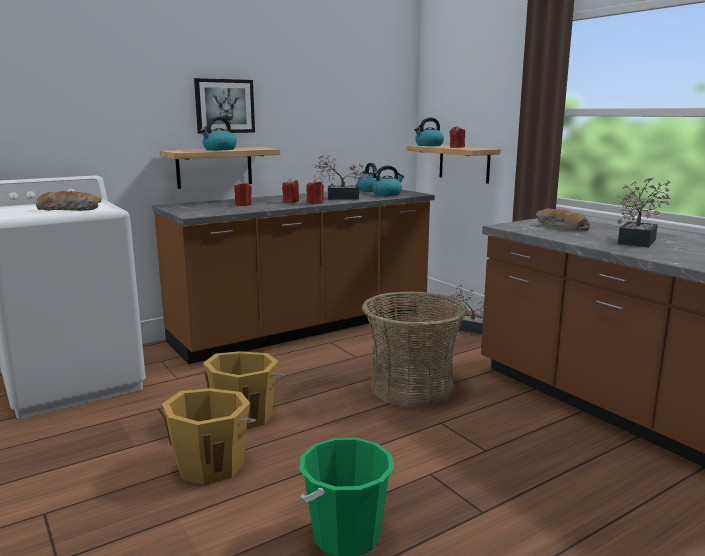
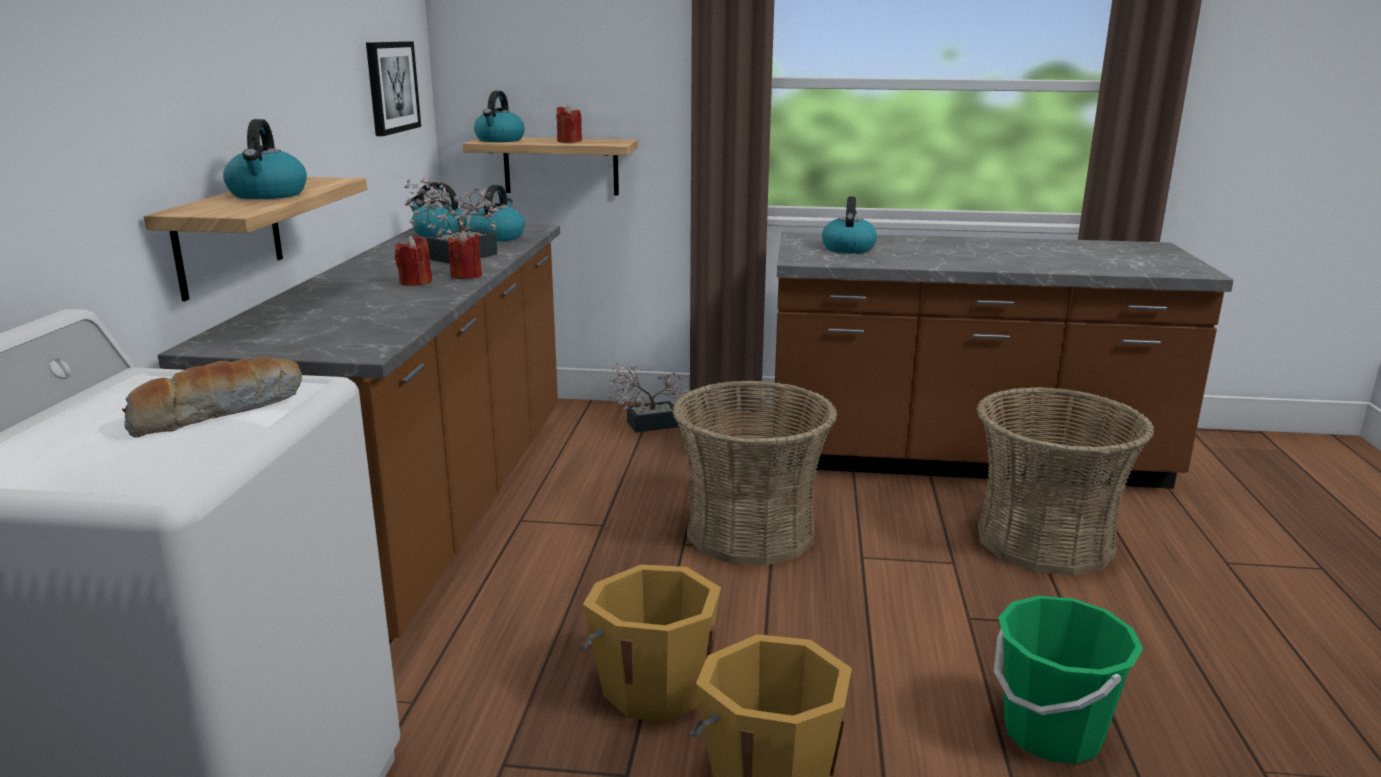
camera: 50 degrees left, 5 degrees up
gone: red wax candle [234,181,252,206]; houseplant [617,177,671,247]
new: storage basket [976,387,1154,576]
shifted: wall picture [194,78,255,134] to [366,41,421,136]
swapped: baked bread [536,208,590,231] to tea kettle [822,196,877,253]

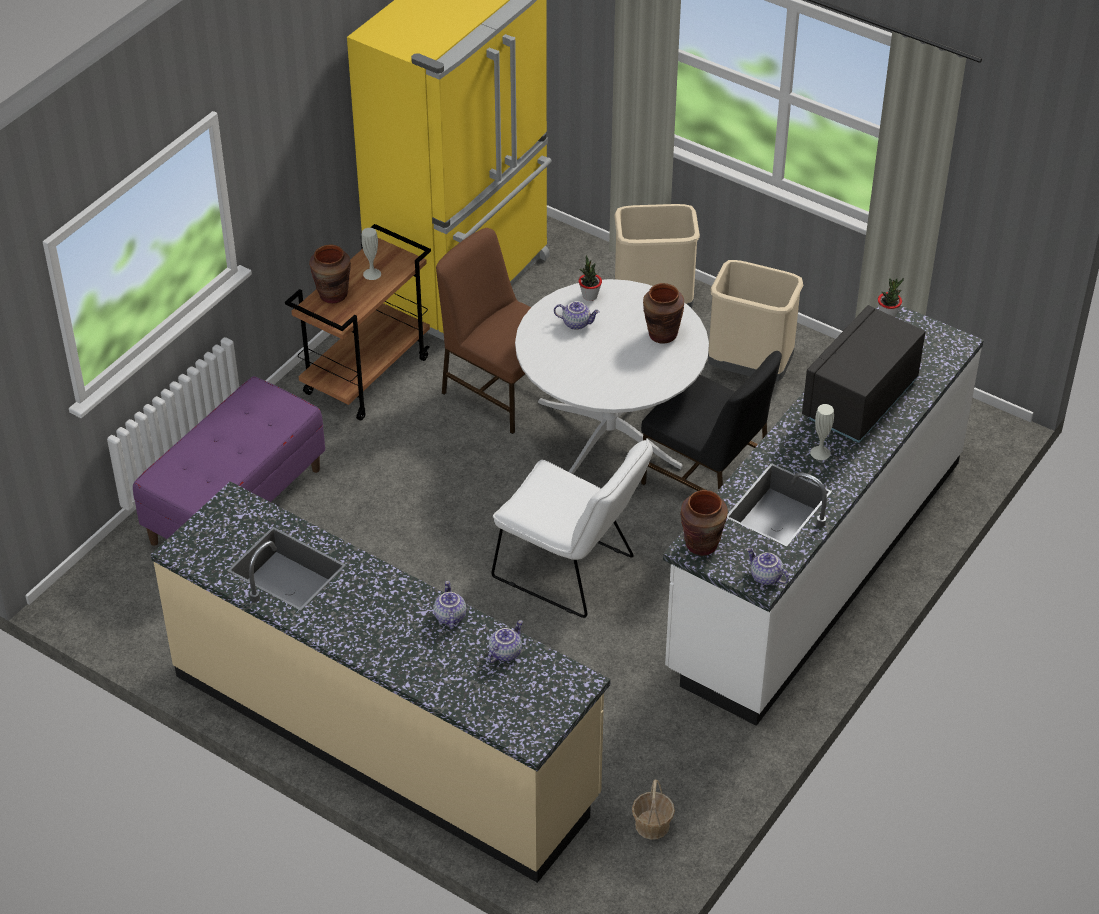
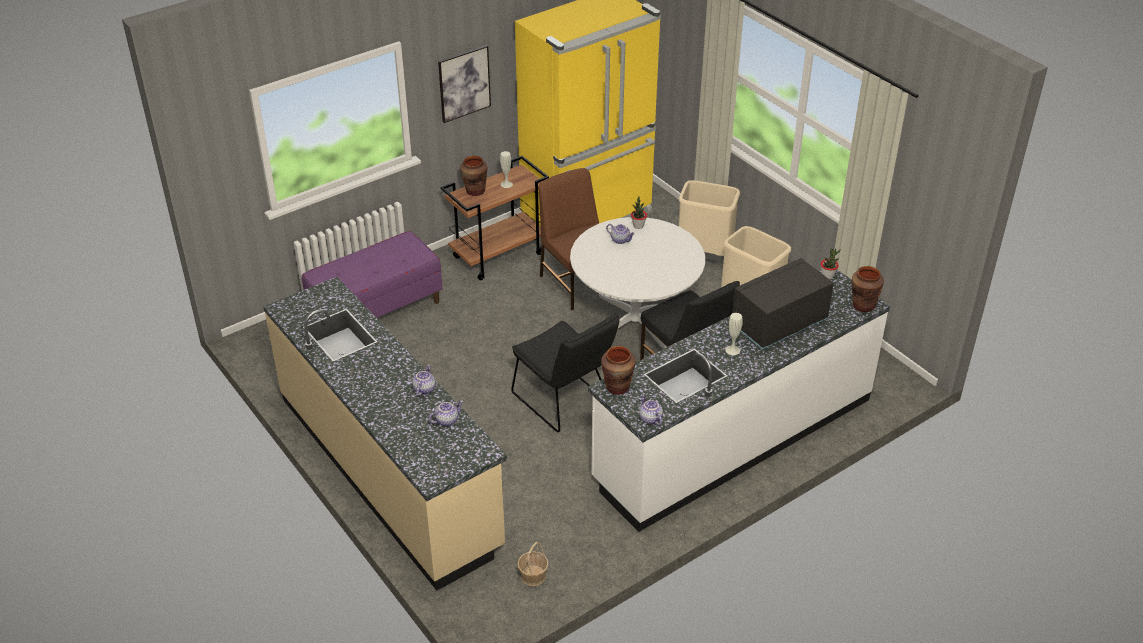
camera: 20 degrees right, 5 degrees down
new: wall picture [438,45,491,123]
shifted: brown flower vase [643,283,684,344] to [852,266,884,312]
repainted: white upright chair [491,438,653,618] to black-coloured upright chair [511,314,620,432]

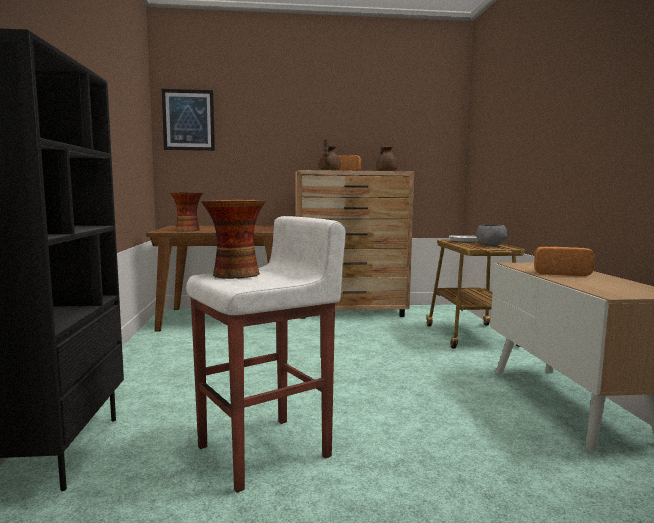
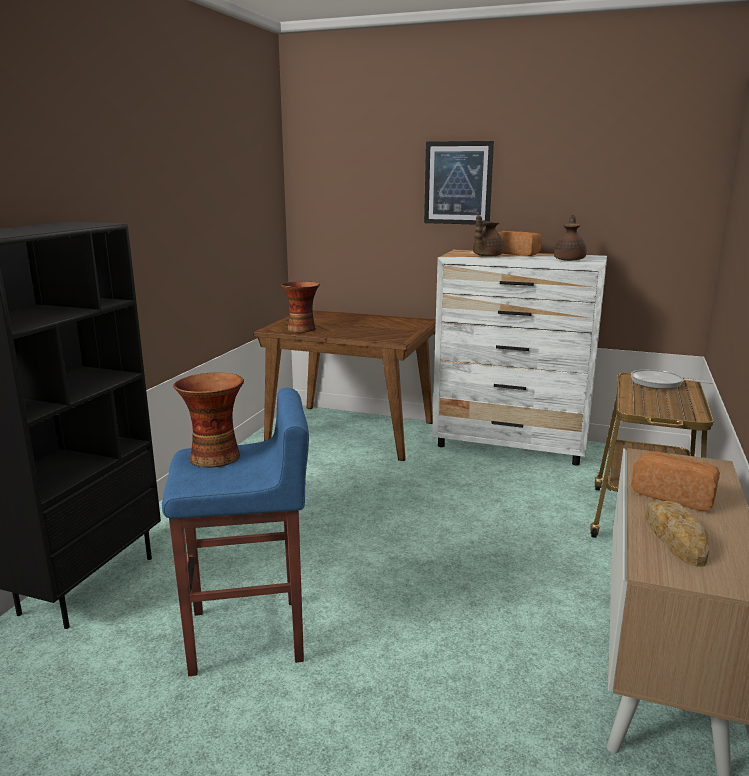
camera: 25 degrees right, 10 degrees up
gone: gray deep dish [476,224,507,246]
new: baked bread [646,501,709,567]
shifted: wall picture [162,89,215,151] to [424,141,494,225]
repainted: white stool seat [186,216,346,493] to blue stool seat [162,388,309,676]; brown dresser [296,170,414,319] to white dresser [432,250,607,466]

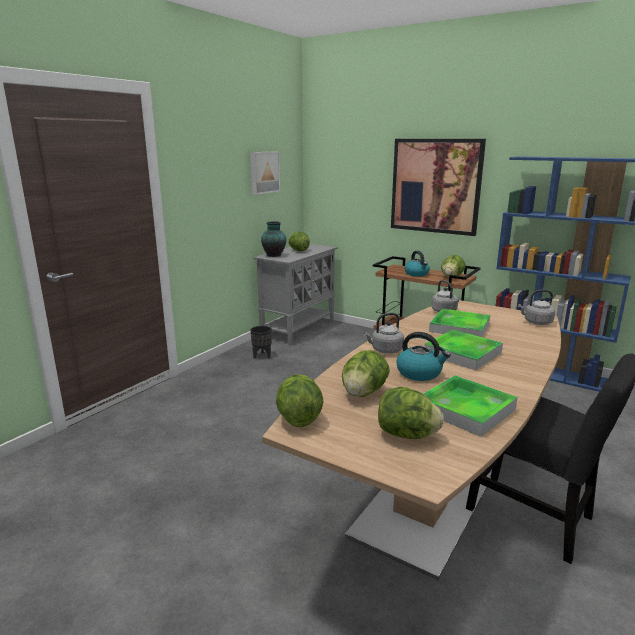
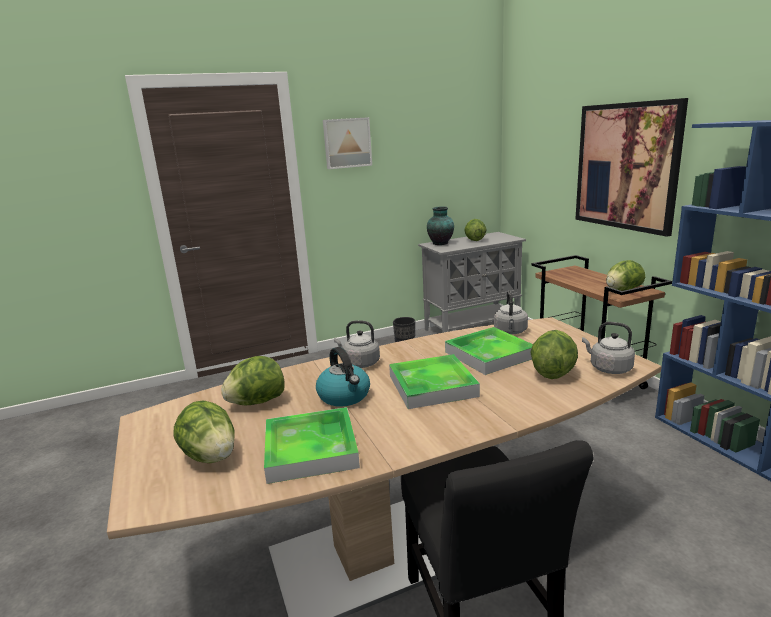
camera: 35 degrees right, 0 degrees up
gone: tea kettle [405,251,430,277]
shifted: wall picture [250,151,280,195] to [323,117,372,169]; head of lettuce [276,374,323,427] to [530,330,578,379]

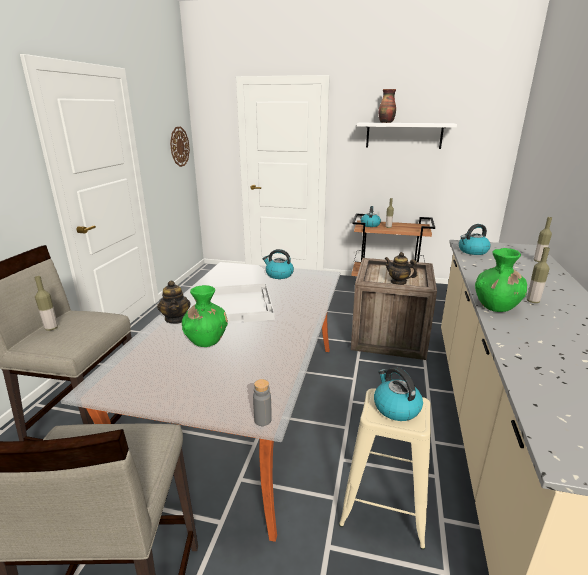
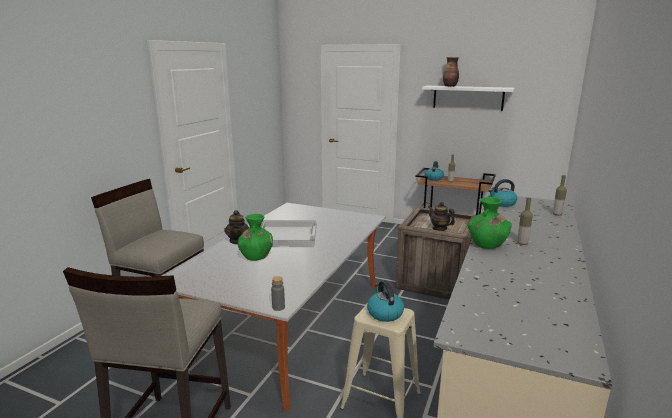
camera: 10 degrees right, 5 degrees down
gone: beverage bottle [34,276,58,331]; clock on the wall [170,127,190,167]; tea kettle [262,249,294,279]

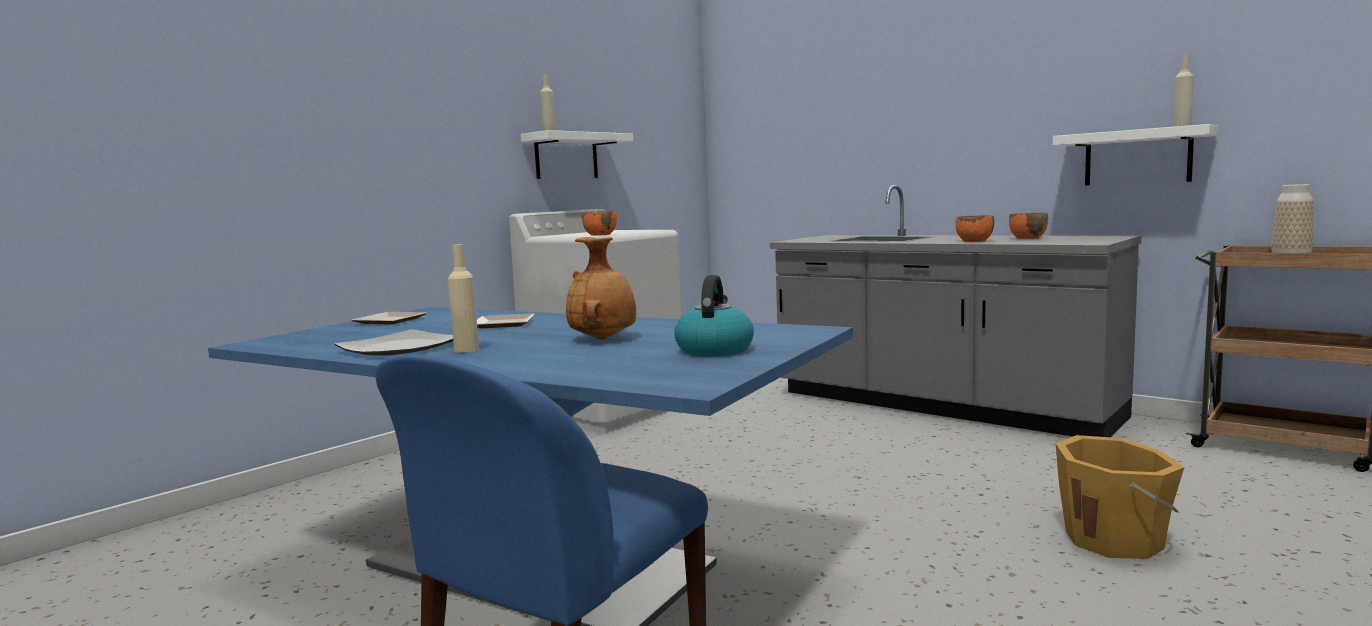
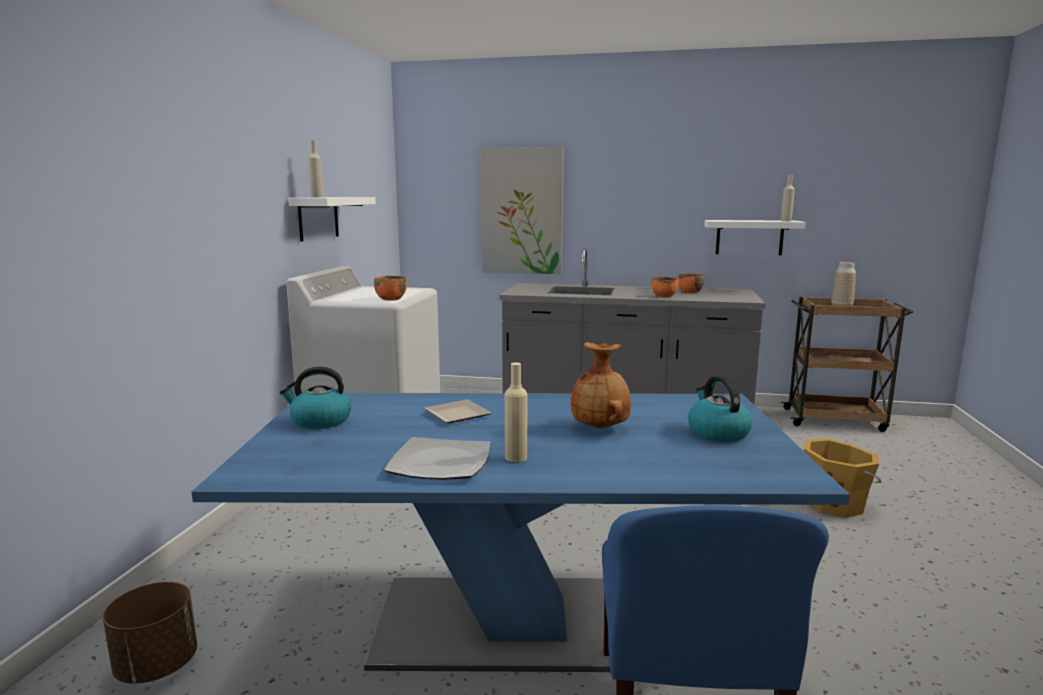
camera: 30 degrees left, 5 degrees up
new: brown flower pot [103,582,197,684]; wall picture [480,147,564,274]
swapped: flat dish [352,312,427,325] to tea kettle [279,367,351,429]

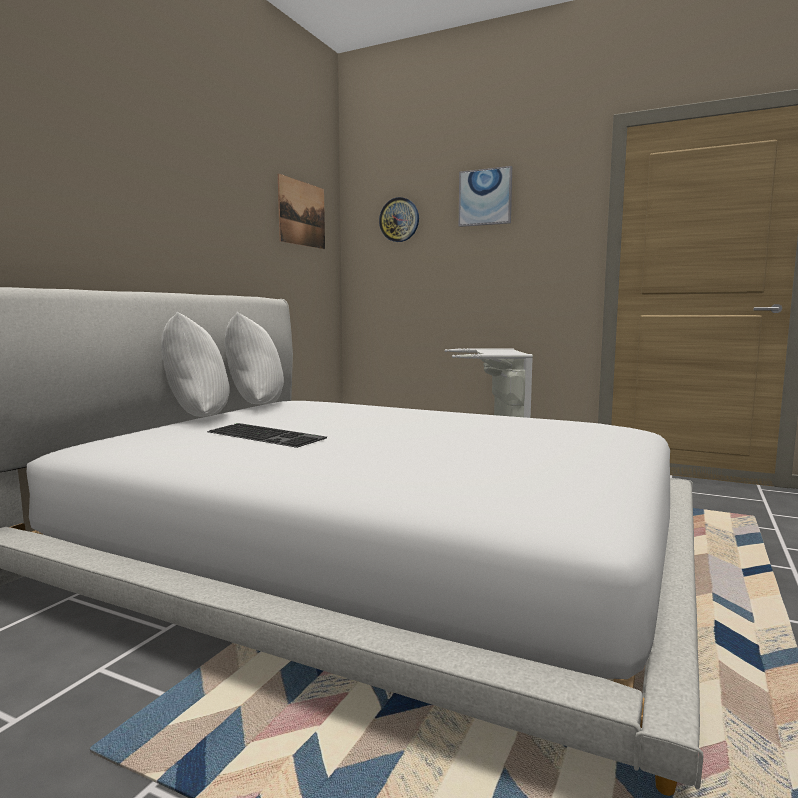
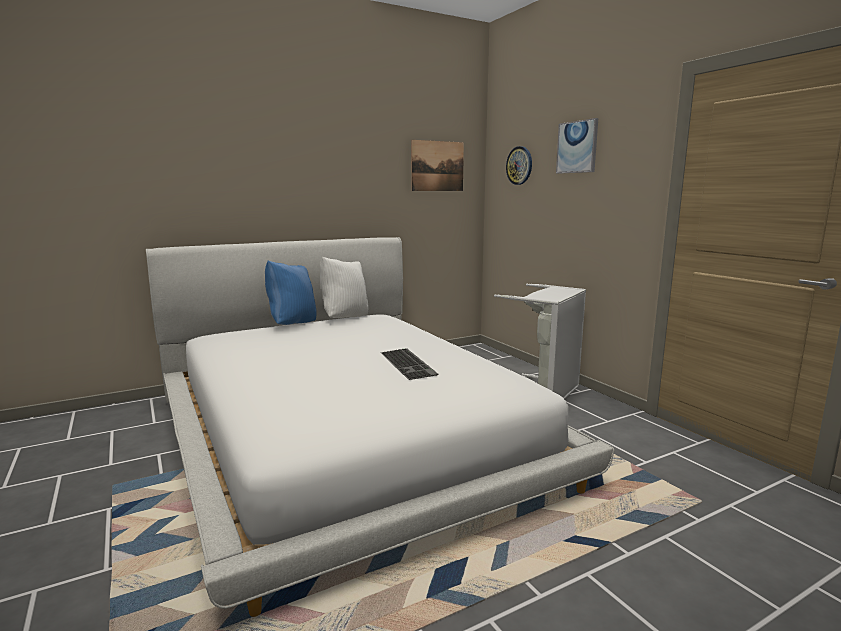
camera: 35 degrees right, 5 degrees up
shifted: keyboard [207,423,327,448] to [381,348,438,380]
repainted: white pillow [161,312,230,417] to blue pillow [265,261,316,325]

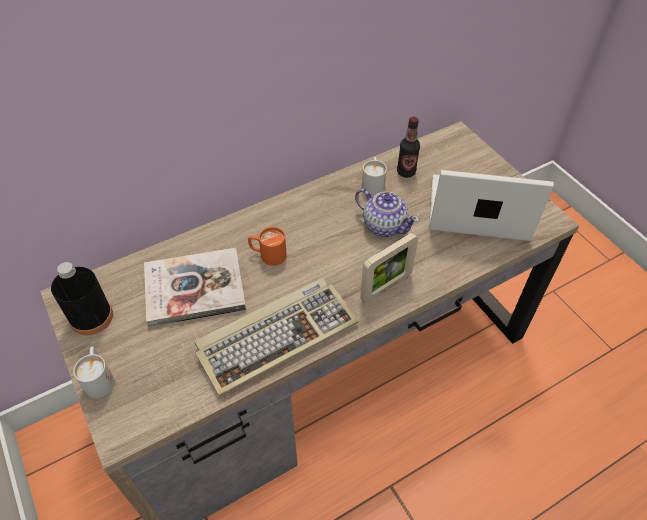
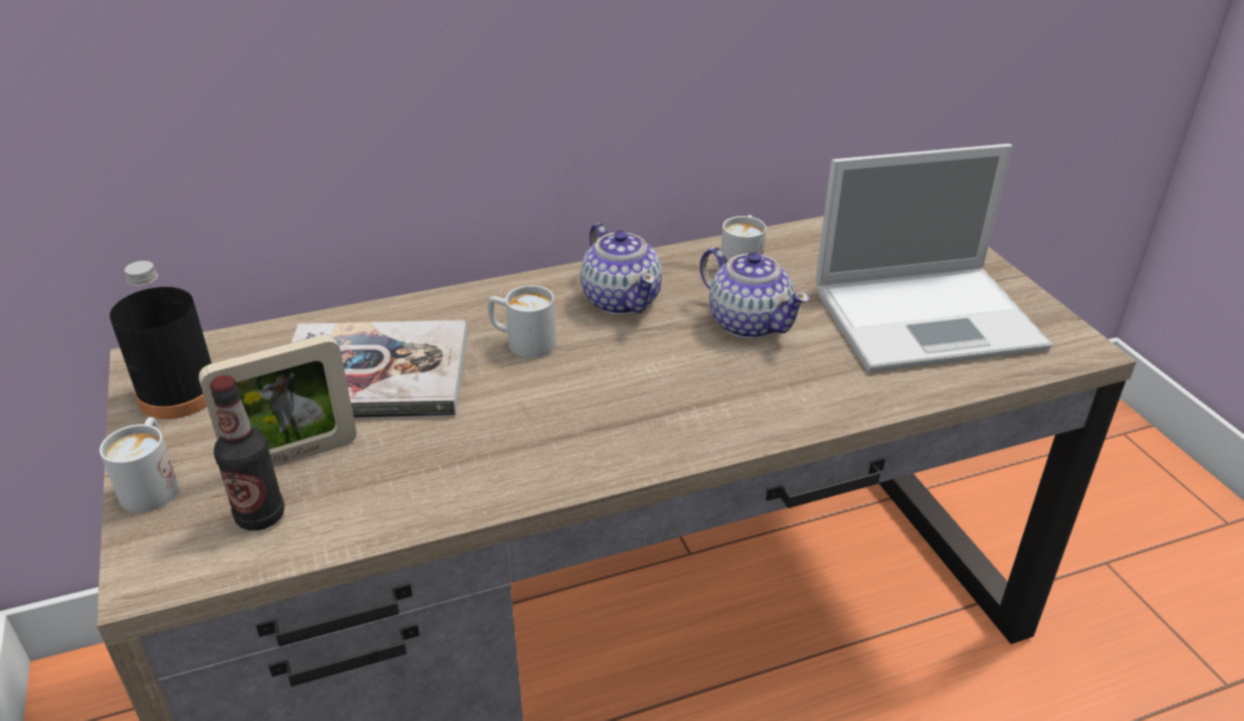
camera: 10 degrees right, 15 degrees down
gone: keyboard [195,278,359,397]
new: tea pot [580,223,662,315]
shifted: picture frame [360,233,418,304] to [198,334,357,467]; beverage bottle [397,117,420,178] to [210,375,285,531]
repainted: orangey tea mug [248,227,287,266] to white tea mug [488,285,556,358]
rotated: notebook computer [429,170,554,241] = [816,144,1052,372] 150 degrees clockwise

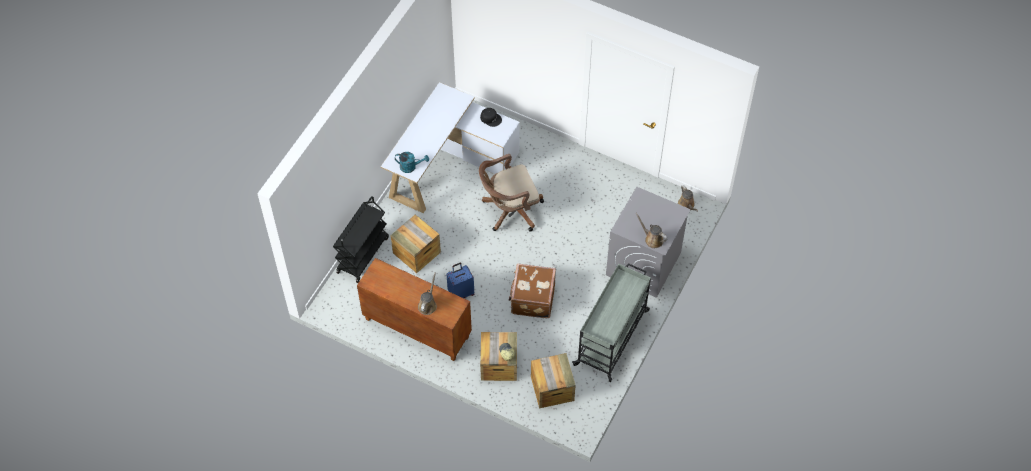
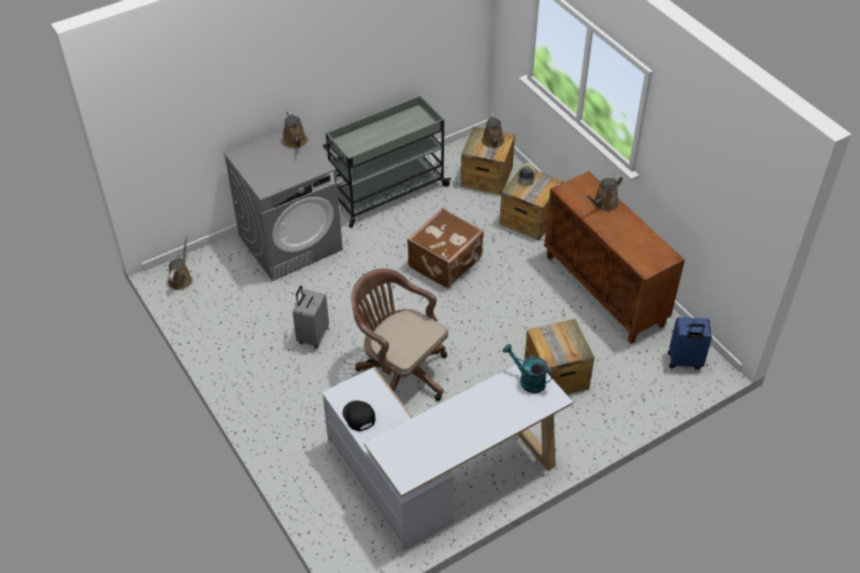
camera: 150 degrees left, 10 degrees down
gone: black-coloured cart [333,196,389,283]
new: gray piece of luggage [293,285,329,348]; brown sprinkling can [482,113,504,148]
shifted: blue piece of luggage [446,263,474,298] to [668,317,712,370]
rotated: brown computer chair [479,154,544,232] = [351,269,448,401] 150 degrees counterclockwise

